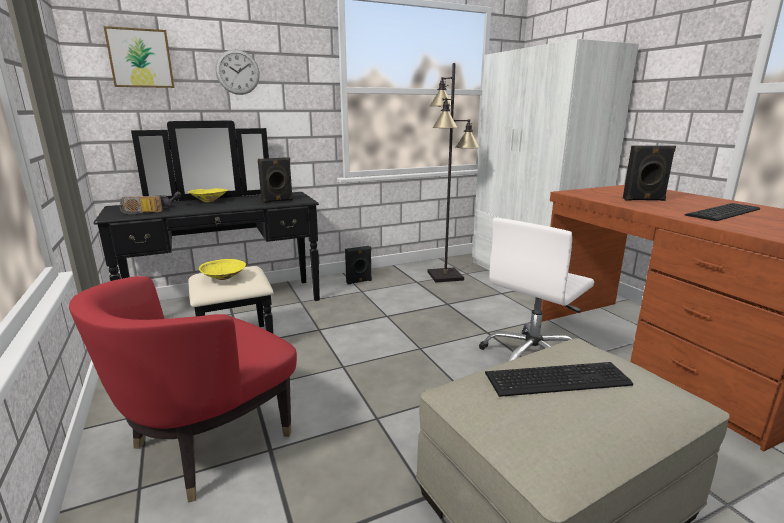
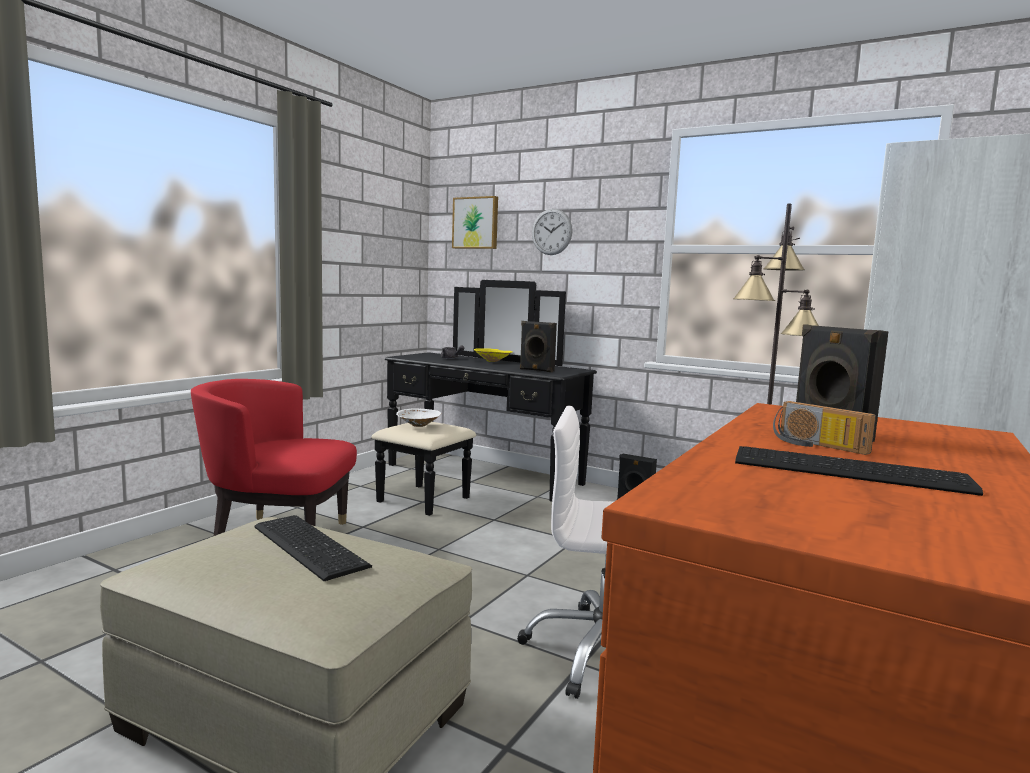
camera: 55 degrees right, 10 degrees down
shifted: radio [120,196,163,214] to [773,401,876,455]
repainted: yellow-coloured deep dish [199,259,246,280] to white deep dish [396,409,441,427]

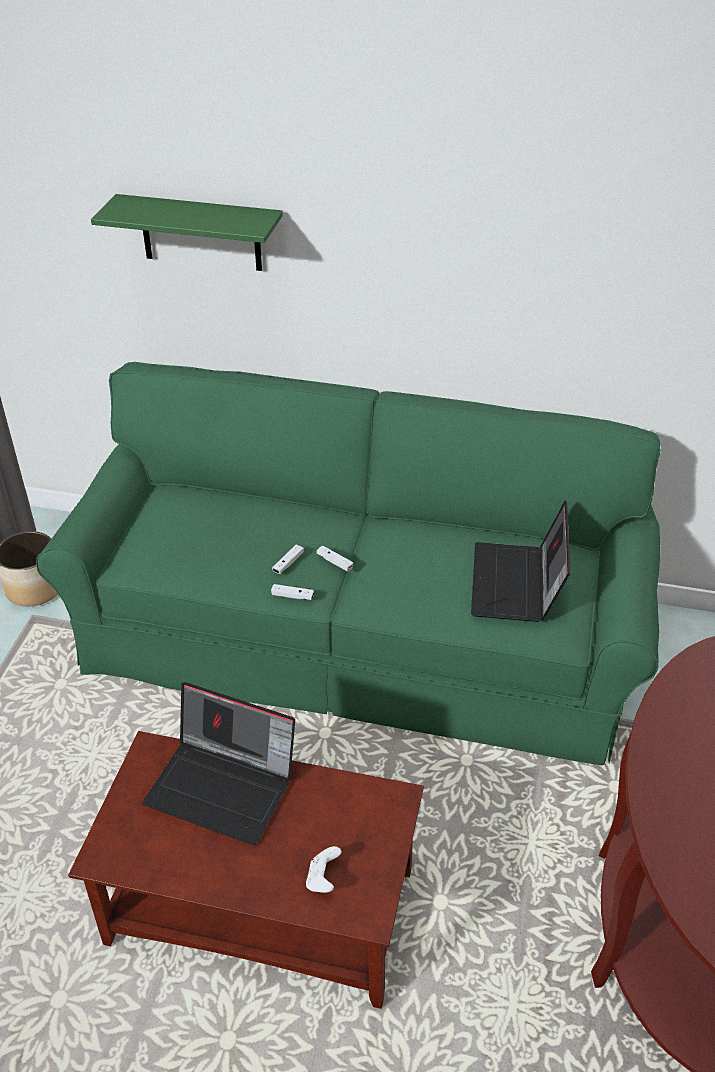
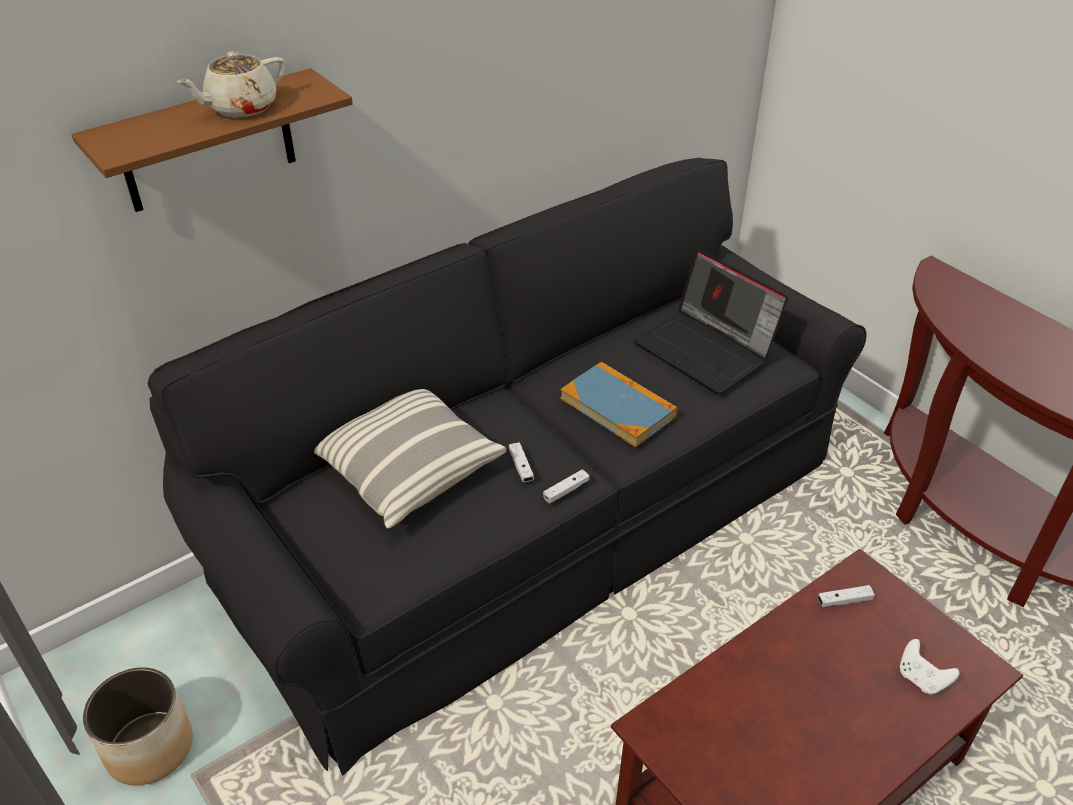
camera: 50 degrees left, 0 degrees up
gone: notebook computer [143,682,295,845]
new: beige tea pot [177,51,285,118]; pillow [314,389,507,529]; book [560,362,678,447]
shifted: white game controller [317,545,353,572] to [818,585,875,607]
repainted: green sofa [36,362,661,765] to black-coloured sofa [147,157,867,776]; green wall shelf [91,194,283,271] to brown wall shelf [72,68,353,212]

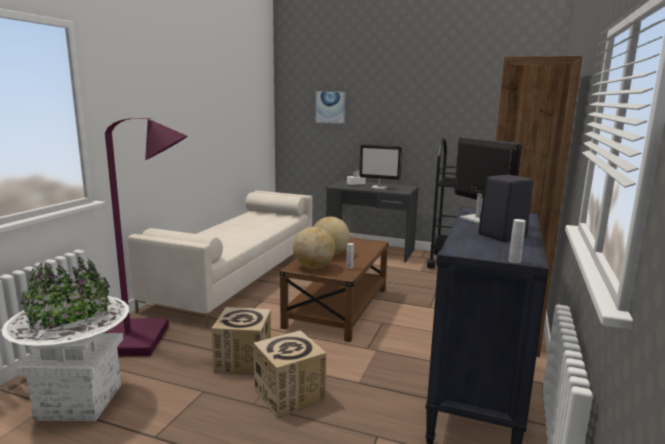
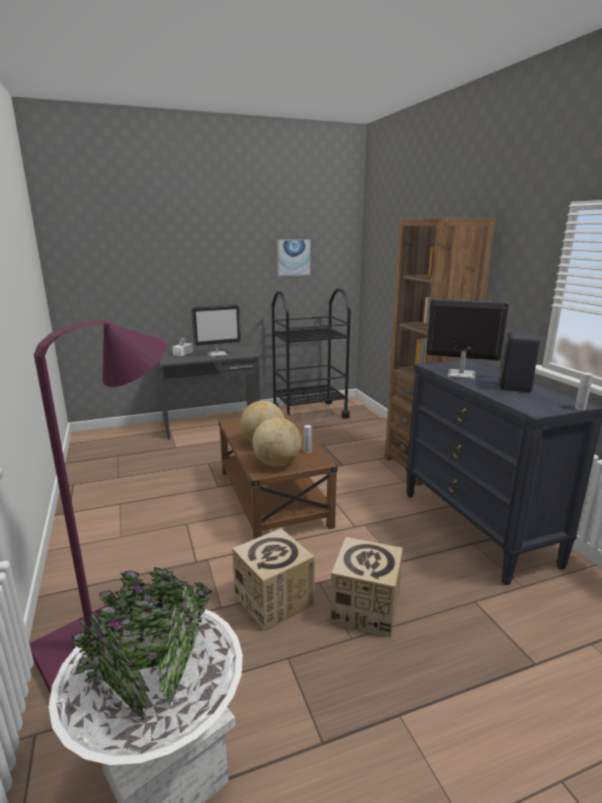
camera: 40 degrees left, 5 degrees up
gone: beige sofa [128,191,312,328]
shifted: wall picture [315,91,346,124] to [277,239,311,277]

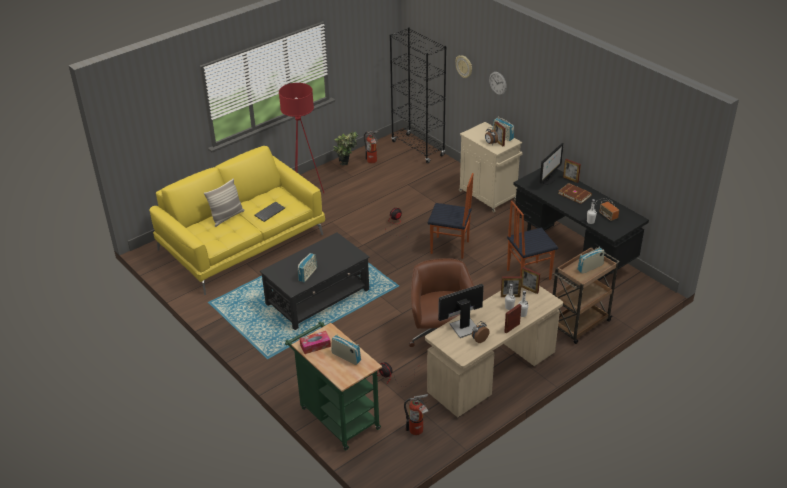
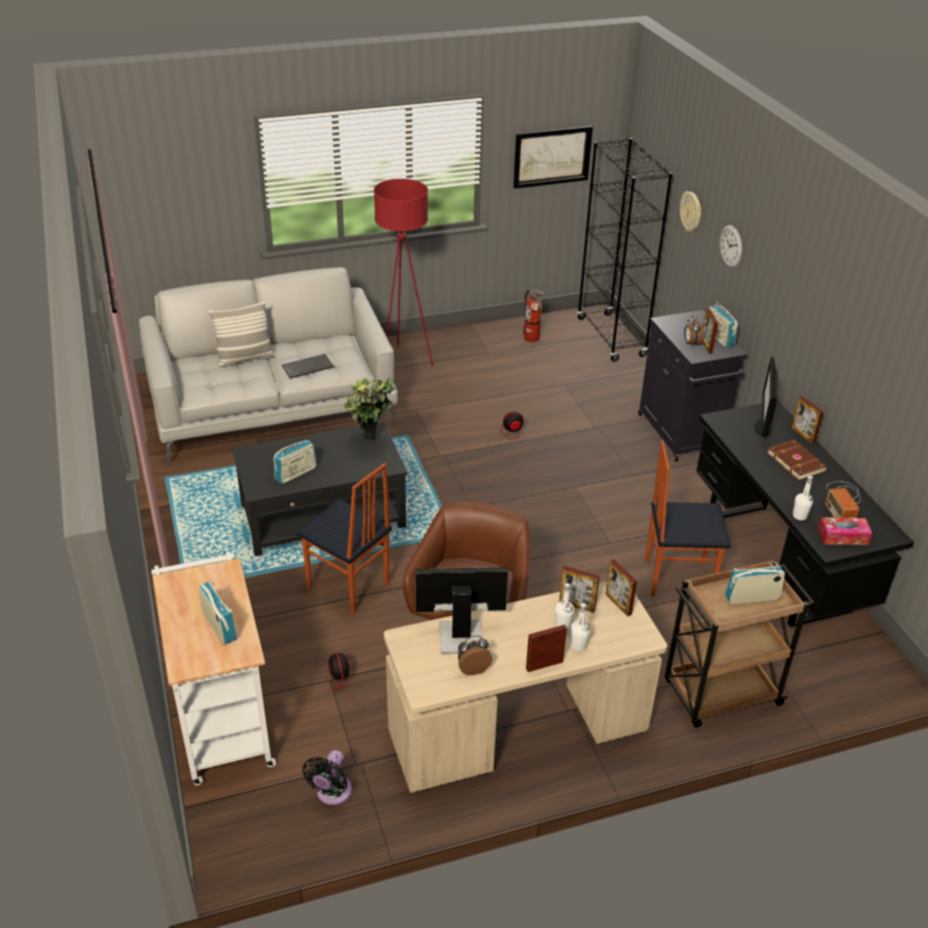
camera: 20 degrees right, 0 degrees up
new: wall picture [513,126,593,189]
shifted: tissue holder [300,331,331,354] to [818,517,872,545]; houseplant [333,131,359,165] to [343,378,396,440]; upright chair [428,173,474,259] to [296,463,392,614]
swapped: fire extinguisher [404,394,429,436] to black-coloured fan [302,750,352,805]
repainted: yellow-coloured sofa [149,146,325,295] to gray sofa [139,267,398,466]; green cart [285,321,382,451] to white cart [151,551,276,785]; beige cupboard [459,122,523,213] to black-coloured cupboard [638,310,747,462]
rotated: computer screen [540,143,564,184] = [755,357,778,437] 135 degrees clockwise

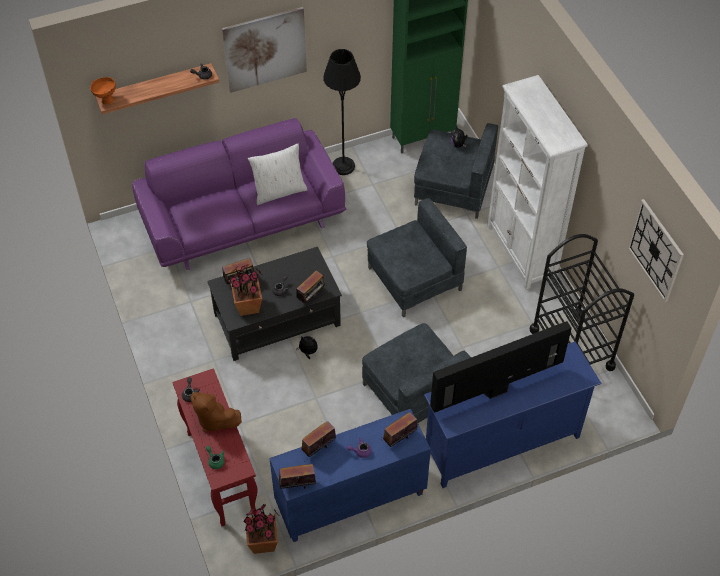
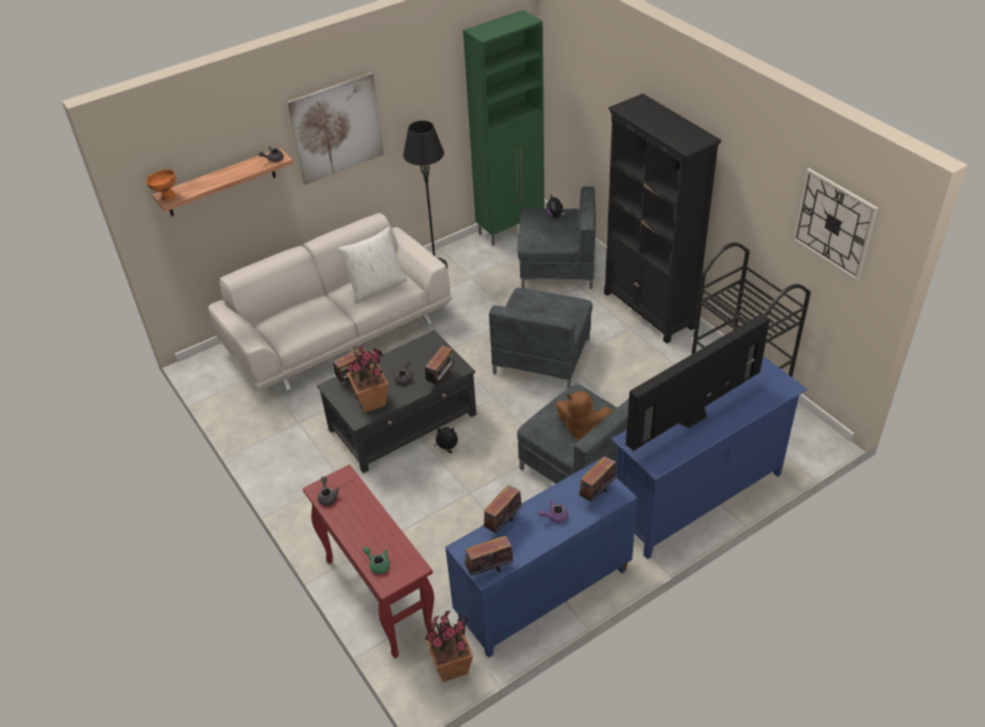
camera: 10 degrees left, 10 degrees down
shifted: brown soft toy [191,392,242,432] to [556,391,613,442]
repainted: purple sofa [132,118,346,270] to white sofa [208,213,452,391]; white shelving unit [487,75,588,289] to black-coloured shelving unit [604,94,721,343]
rotated: gray easy chair [367,198,467,317] = [489,288,593,388] 150 degrees clockwise

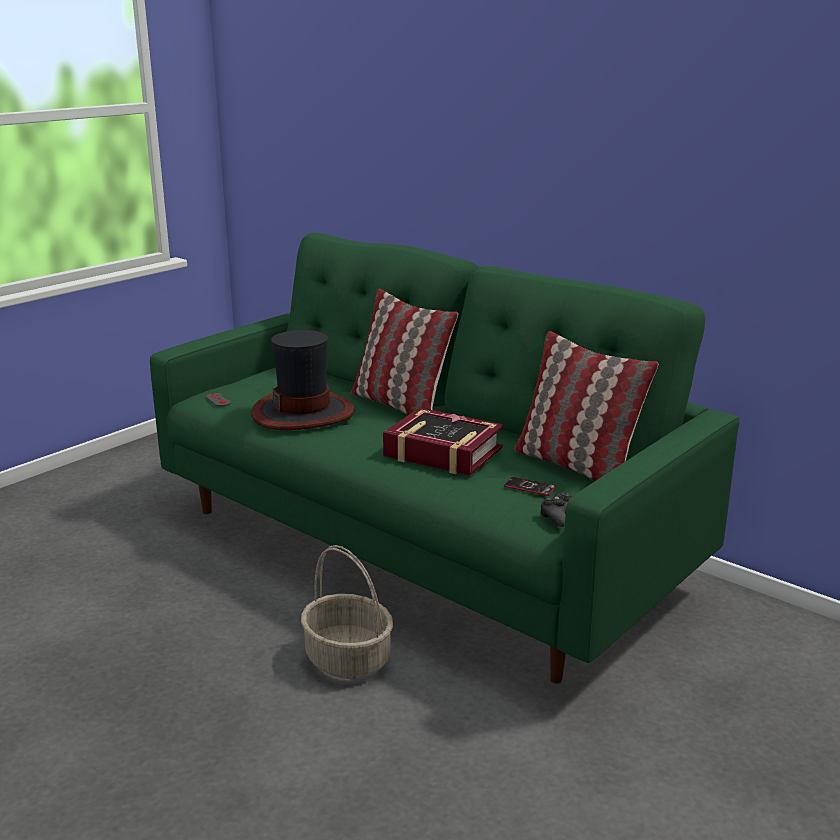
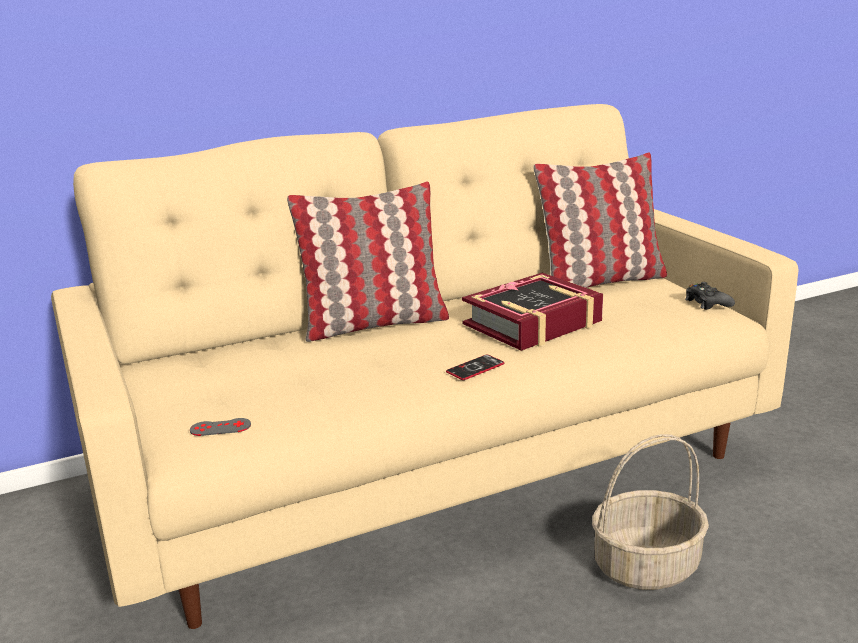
camera: 65 degrees left, 0 degrees up
gone: clothing hat [251,330,355,430]
shifted: telephone [504,477,556,496] to [446,355,504,380]
repainted: green sofa [150,233,740,684] to beige sofa [51,104,799,629]

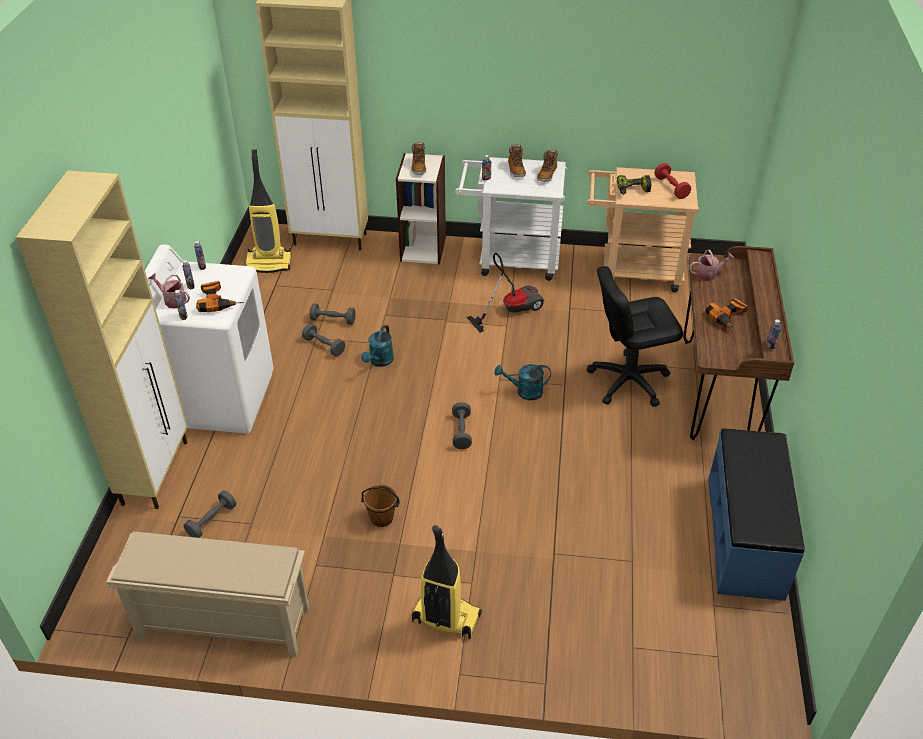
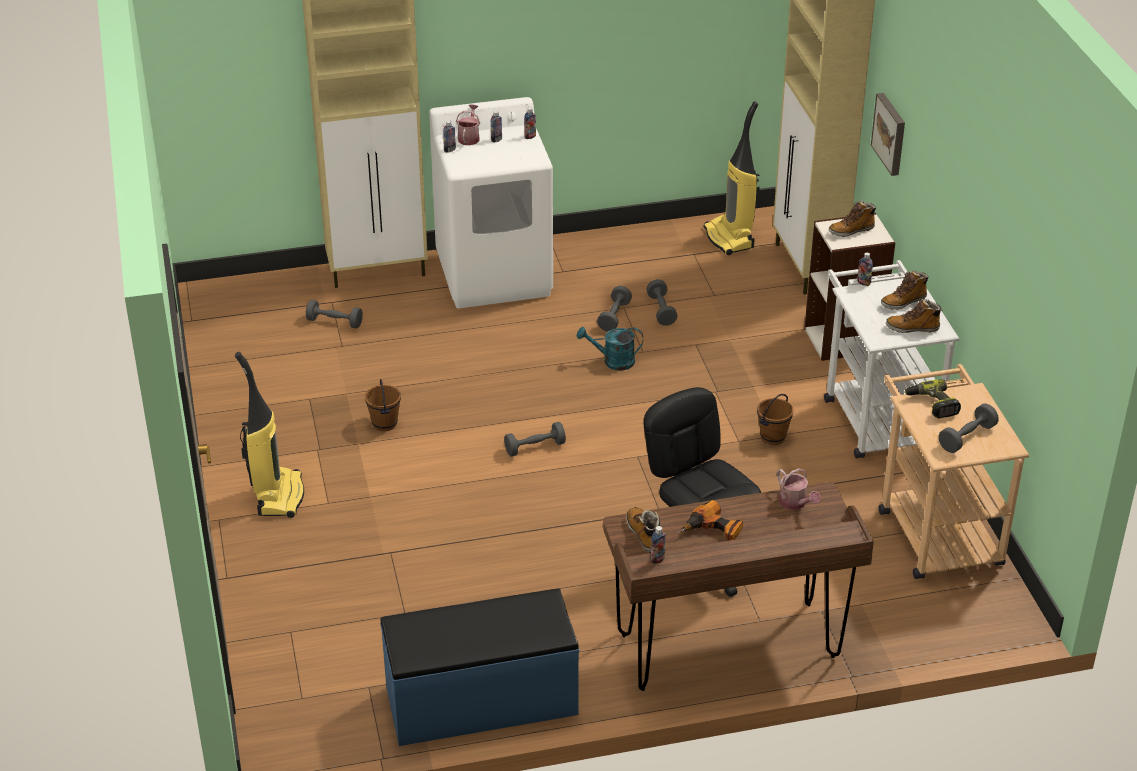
camera: 70 degrees right, 5 degrees down
gone: beige shoe stand [106,531,310,656]; electric drill [196,281,244,312]; blue-green sprinkling can [494,364,551,400]
new: high-top boot [626,507,660,553]; wall picture [871,93,905,176]
swapped: hoover [467,253,544,333] to brown bucket [757,394,794,445]
repainted: red dumbbell [655,163,691,199] to gray dumbbell [939,403,999,453]

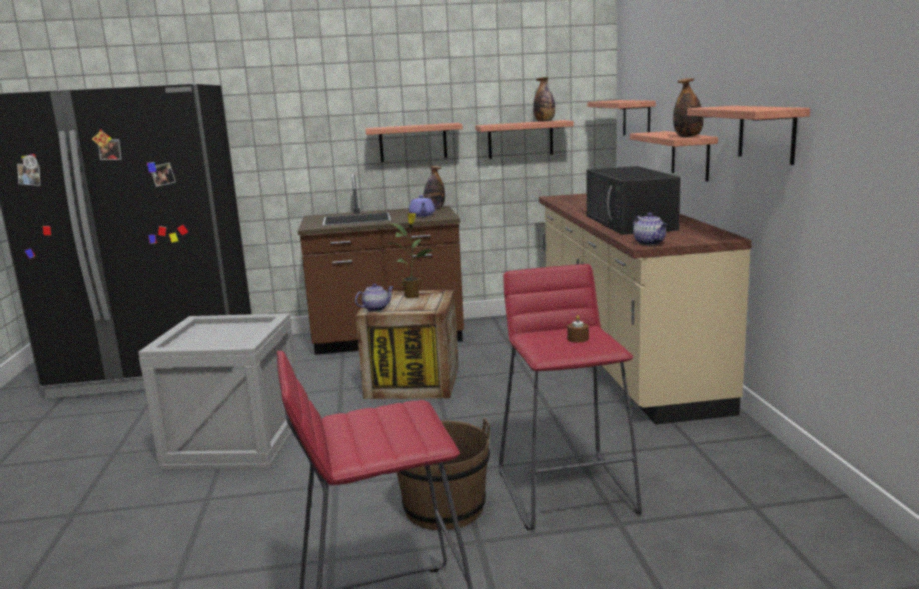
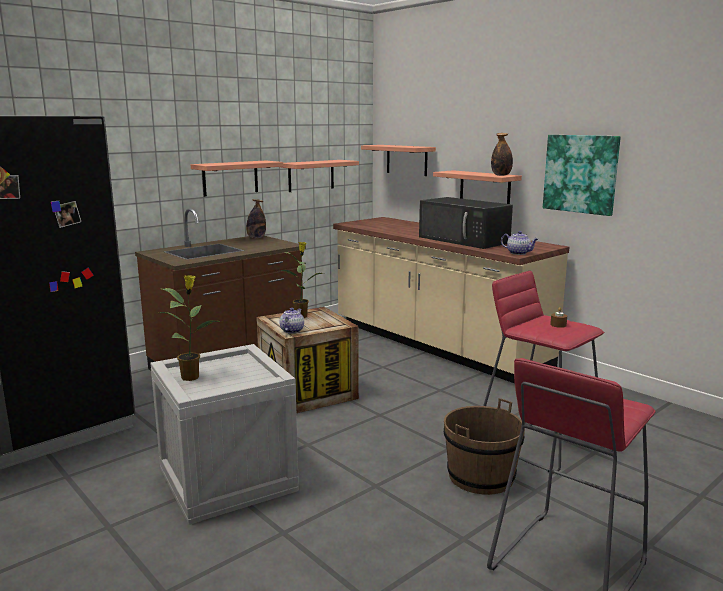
camera: 35 degrees left, 0 degrees up
gone: purple tea pot [409,195,435,217]; beverage bottle [533,77,555,122]
new: houseplant [161,275,222,381]
swapped: wall shelf [687,106,810,165] to wall picture [543,135,621,216]

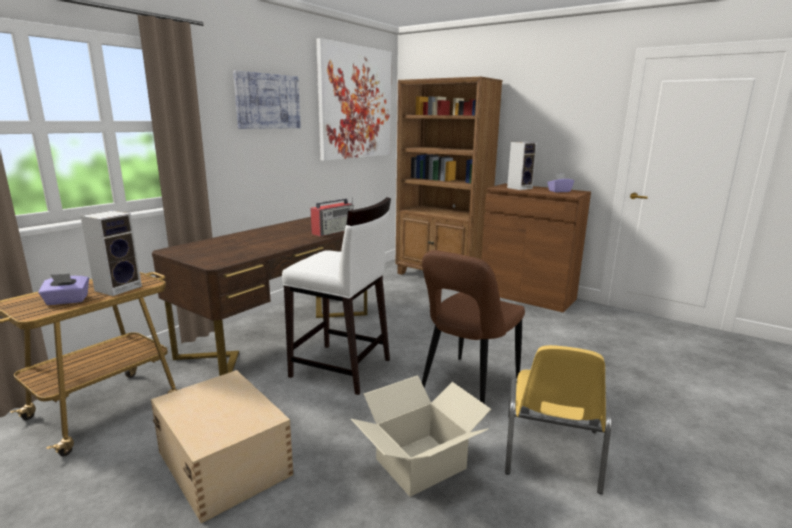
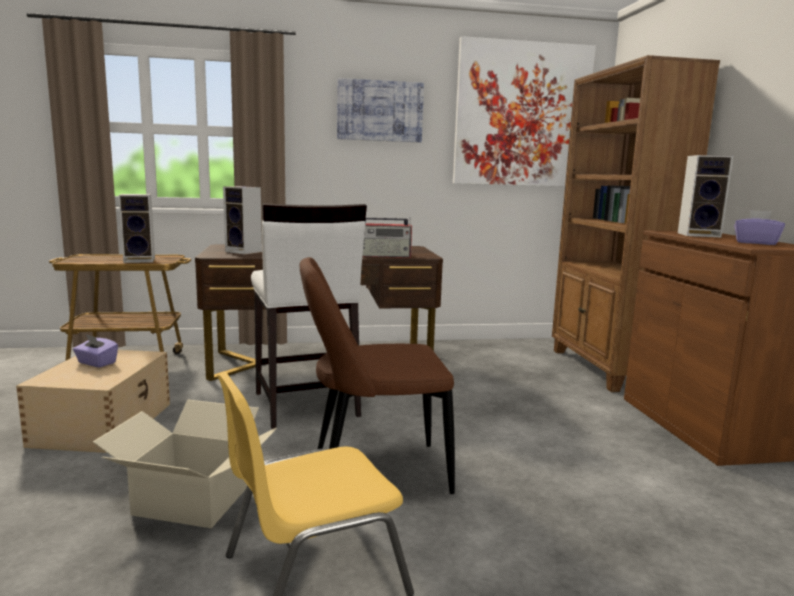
camera: 45 degrees right, 5 degrees down
new: audio speaker [223,186,262,255]
shifted: purple tissue holder [38,274,89,305] to [73,334,118,368]

